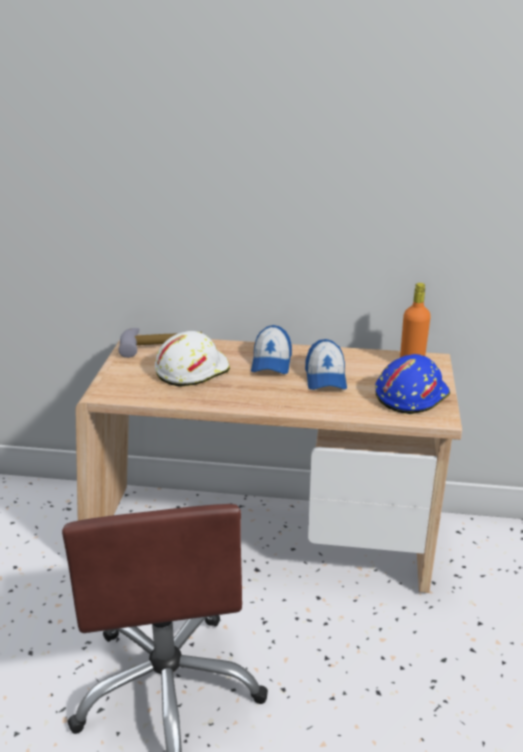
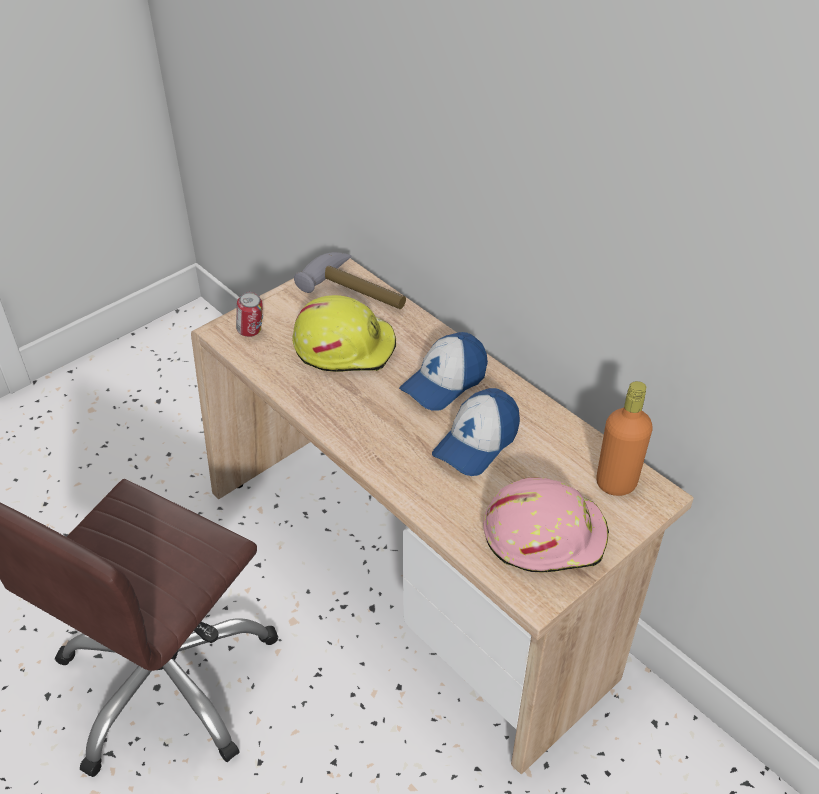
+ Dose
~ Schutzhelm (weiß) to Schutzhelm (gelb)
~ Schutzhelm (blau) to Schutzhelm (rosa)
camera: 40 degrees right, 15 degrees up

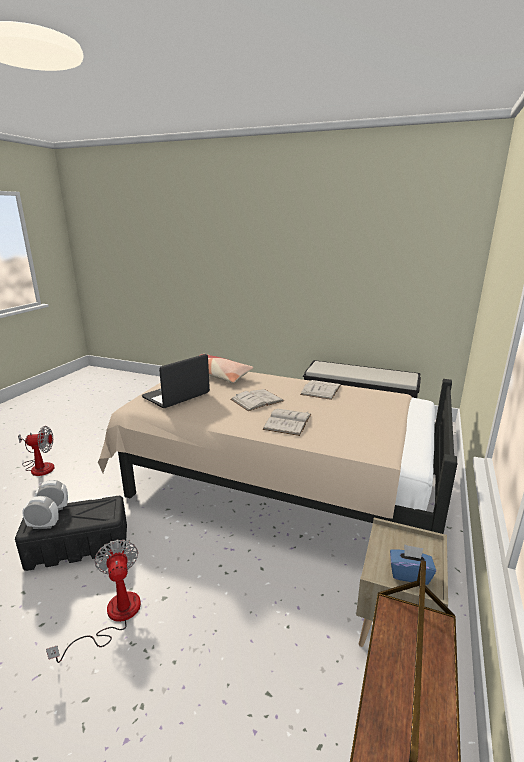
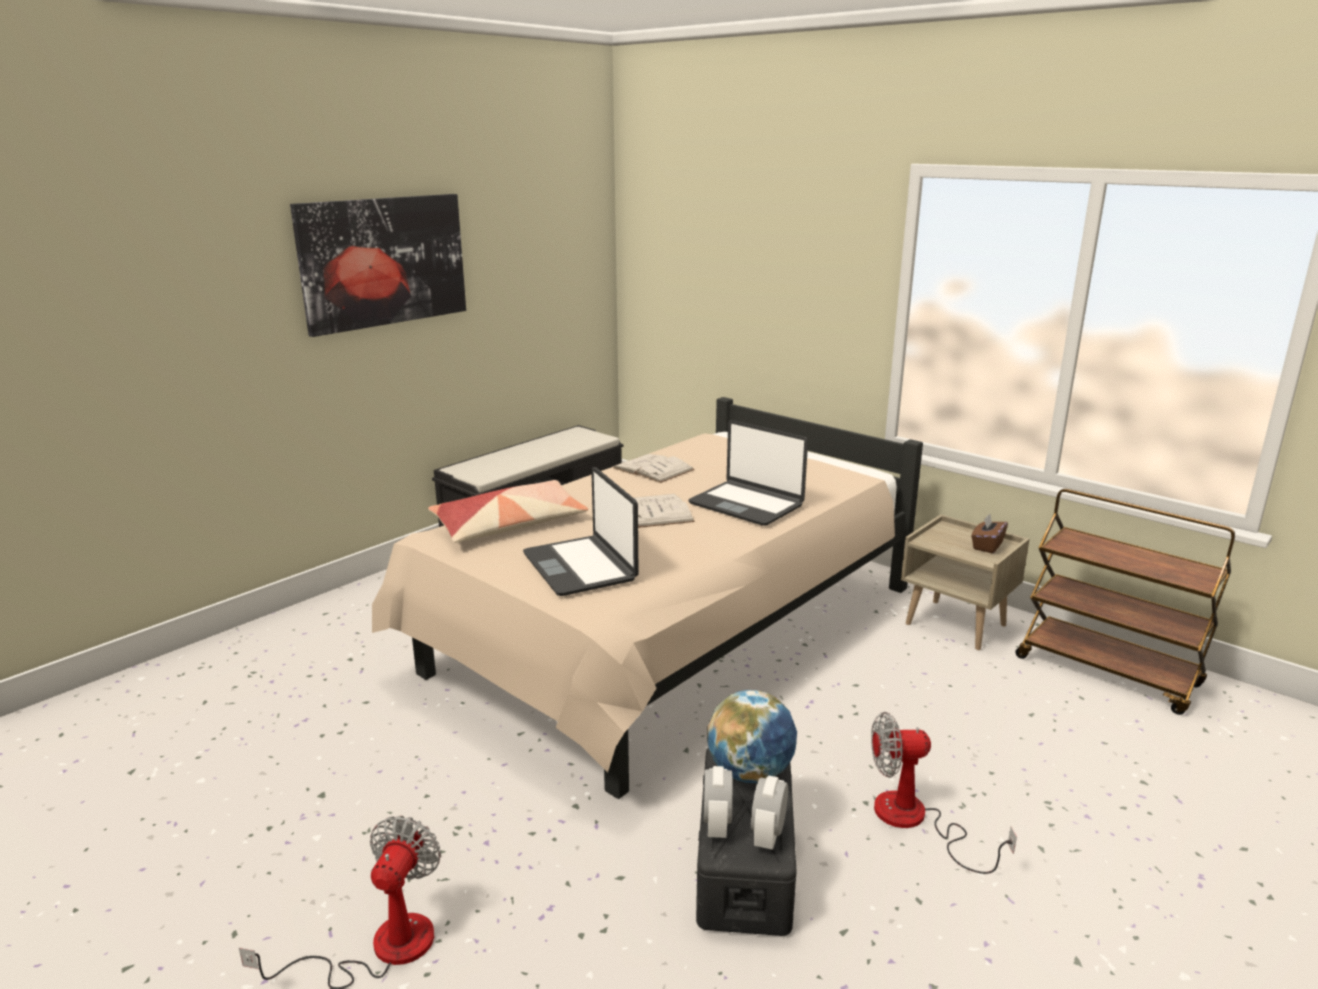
+ Bild
~ Buch (weiß) (no. 2 from left) to Laptop (no. 2 from left)
+ Globus
~ Taschentuchbox (blau) to Taschentuchbox (braun)
camera: 70 degrees left, 0 degrees up

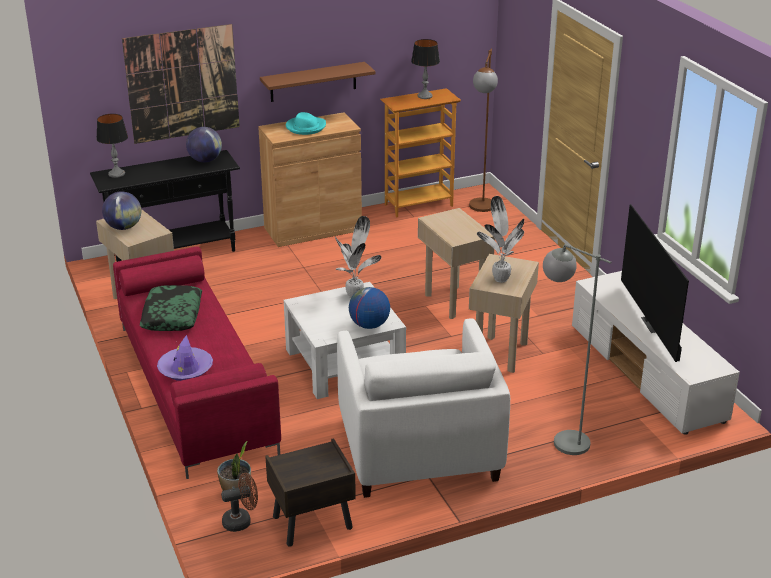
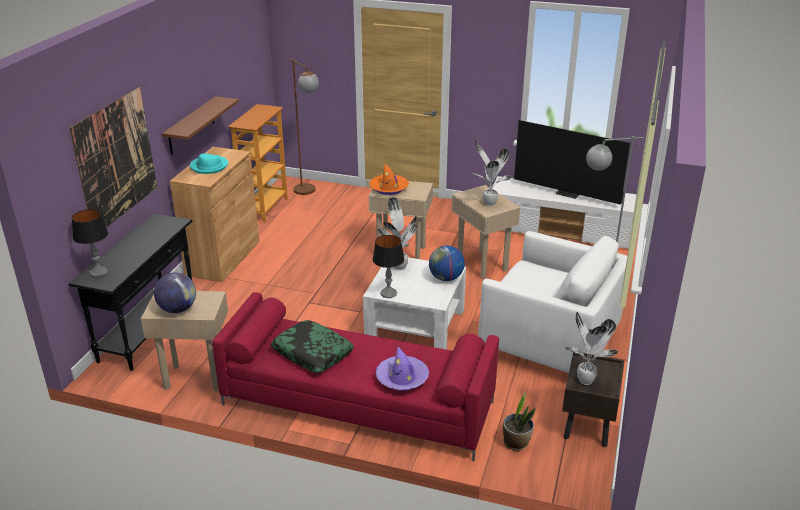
+ Hut (orange)
~ Tischlampe (no. 2 from left)
+ Topfpflanze (no. 4 from left)
- Globus (no. 2 from left)
- Ventilator (braun)
camera: 50 degrees left, 0 degrees up

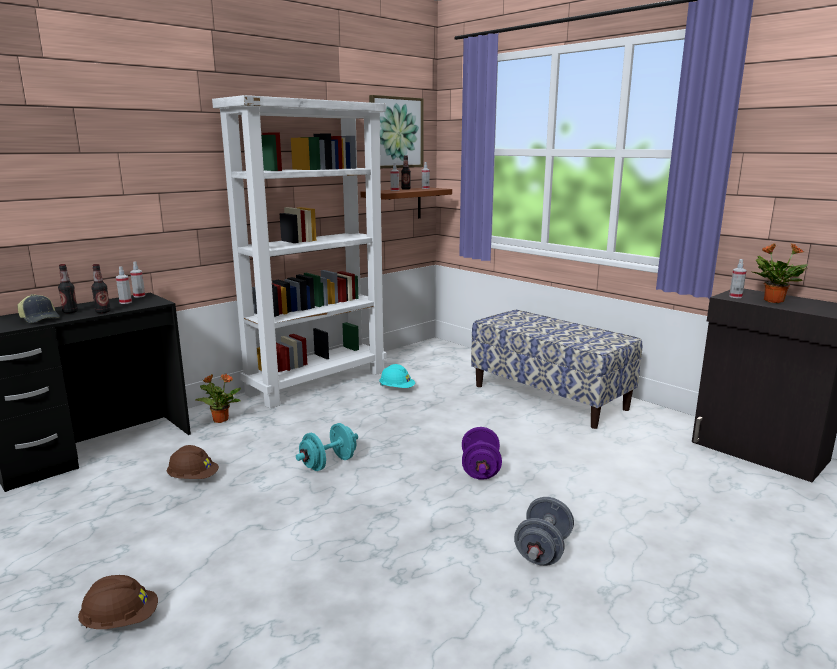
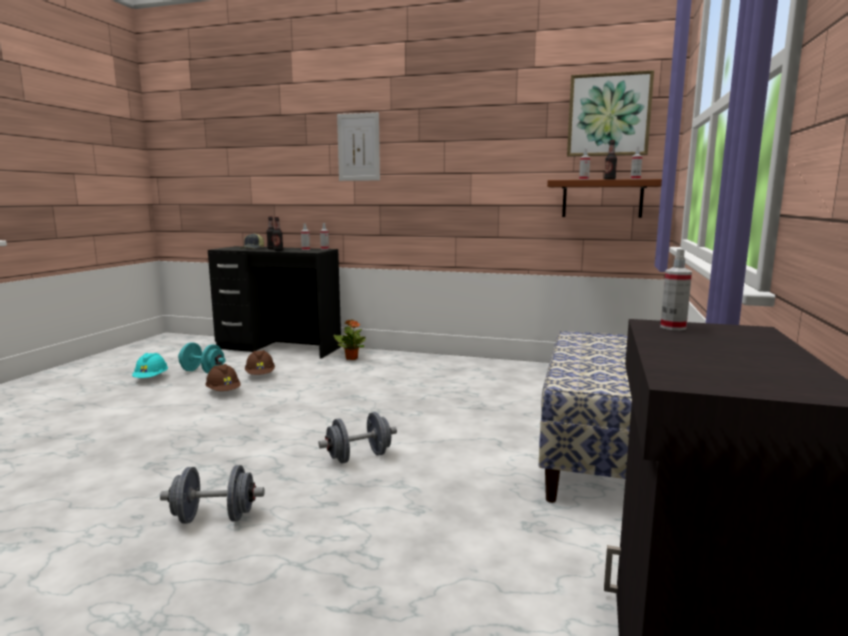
~ Schutzhelm (türkis)
~ Hantel (türkis)
~ Schutzhelm (braun) (no. 1 from left)
~ Hantel (lila) to Hantel (grau) (no. 2 from left)
+ Bild (no. 1 from left)
- Bücherregal (weiß)
- Topfpflanze (no. 2 from left)
camera: 60 degrees right, 5 degrees down

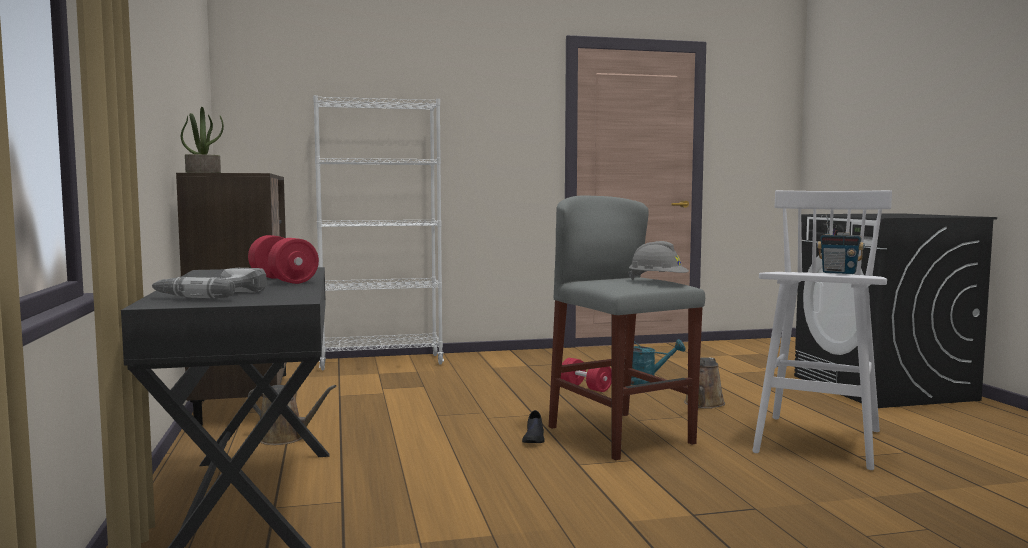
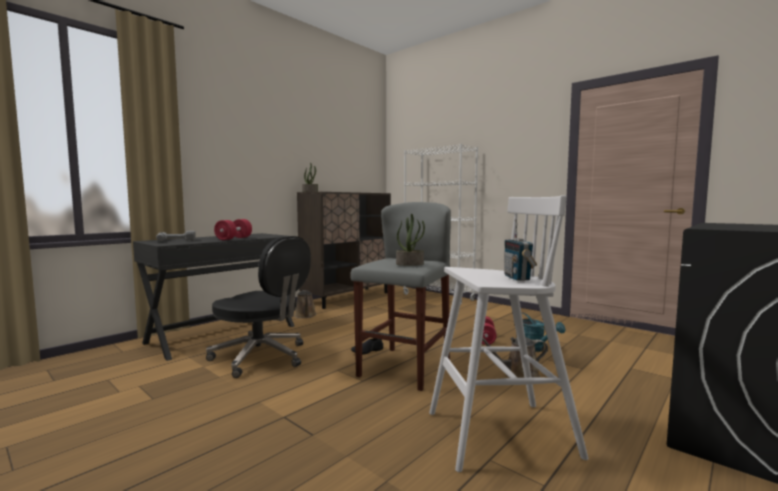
+ Bürostuhl (schwarz)
~ Schutzhelm (grau) to Topfpflanze (no. 2 from left)
camera: 55 degrees right, 0 degrees up

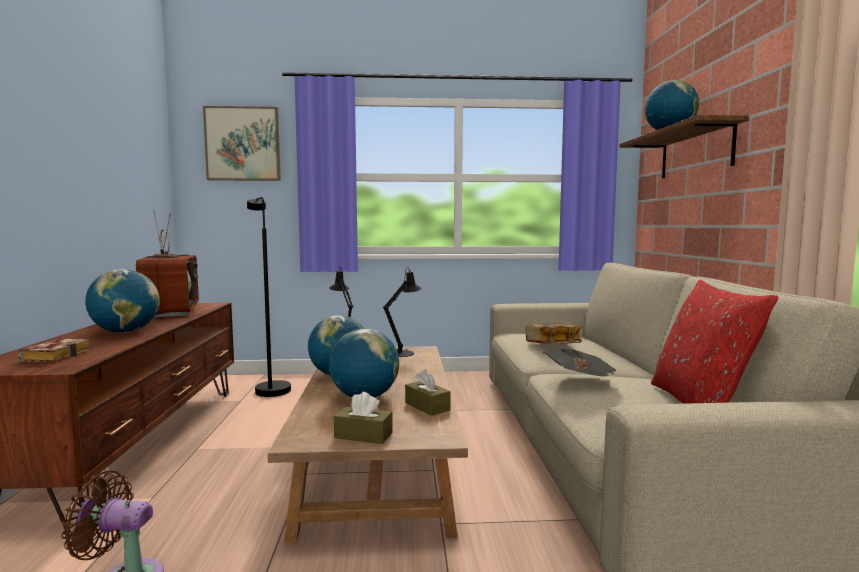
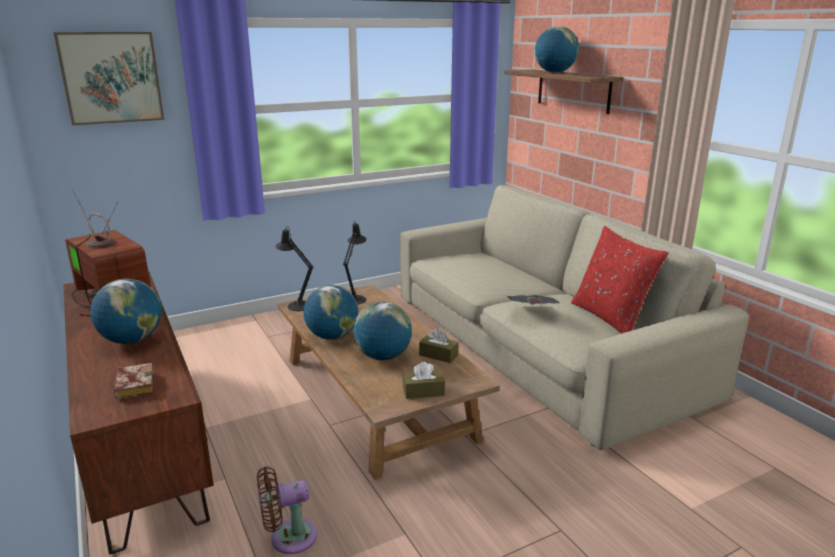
- Stehlampe (schwarz)
- Buch (no. 2 from left)
camera: 25 degrees left, 15 degrees up

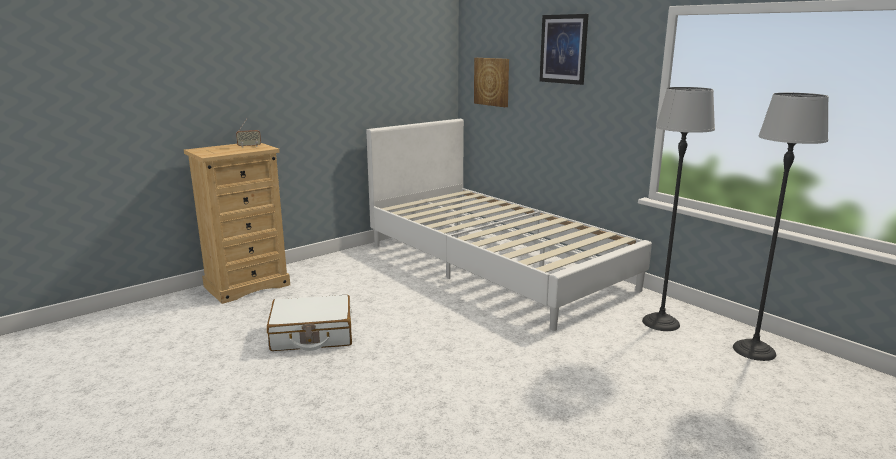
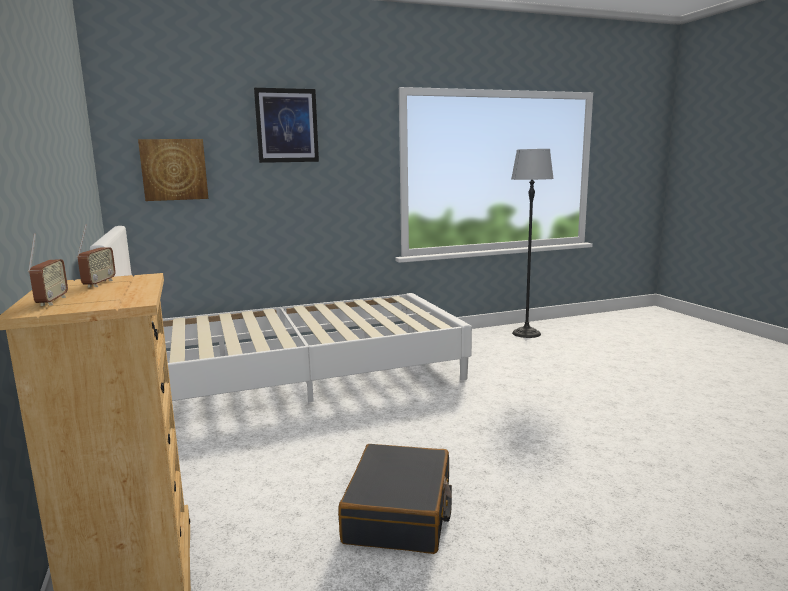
+ Radio (no. 1 from left)
~ Koffer (weiß) to Koffer (schwarz)
- Stehlampe (no. 1 from left)
camera: 70 degrees left, 5 degrees down

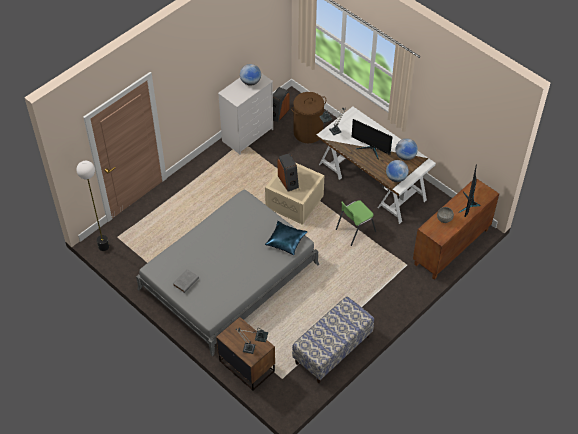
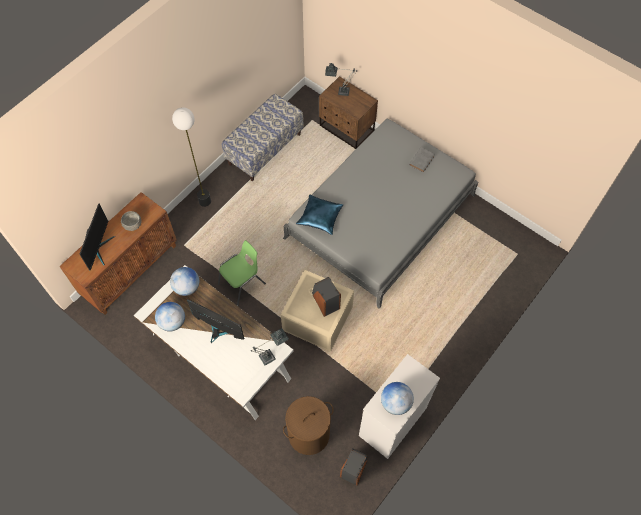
~ Stehlampe
camera: 175 degrees right, 10 degrees up

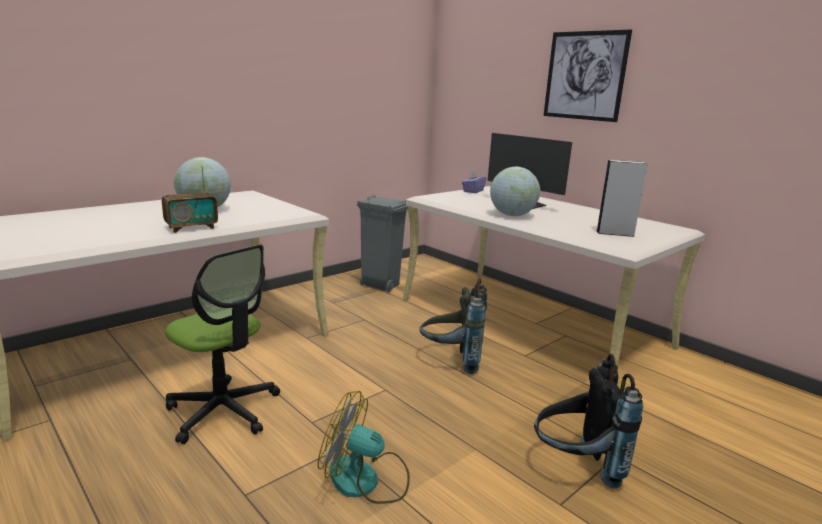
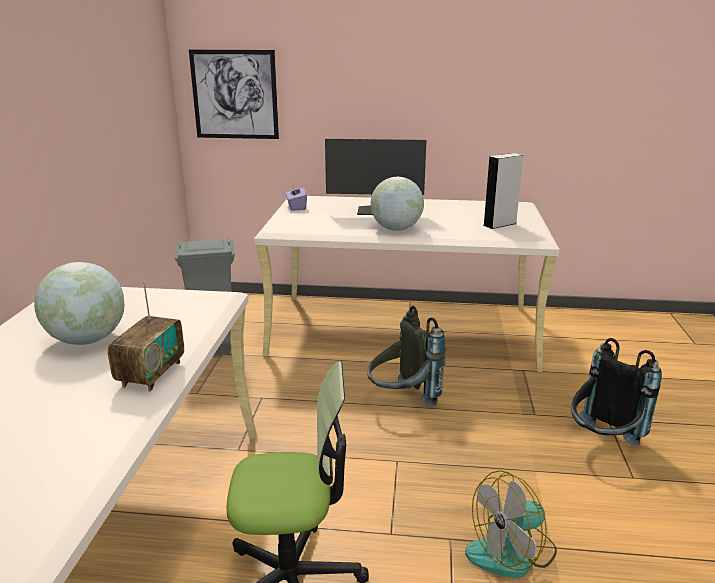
~ Bild
camera: 40 degrees left, 5 degrees up

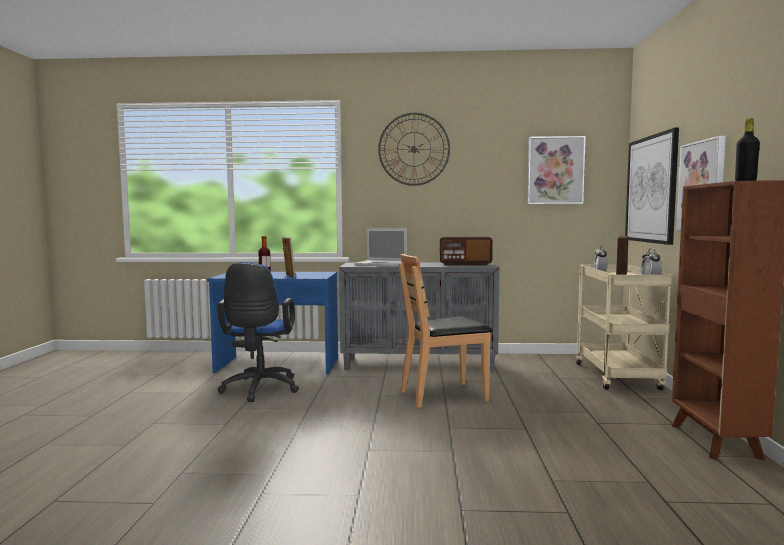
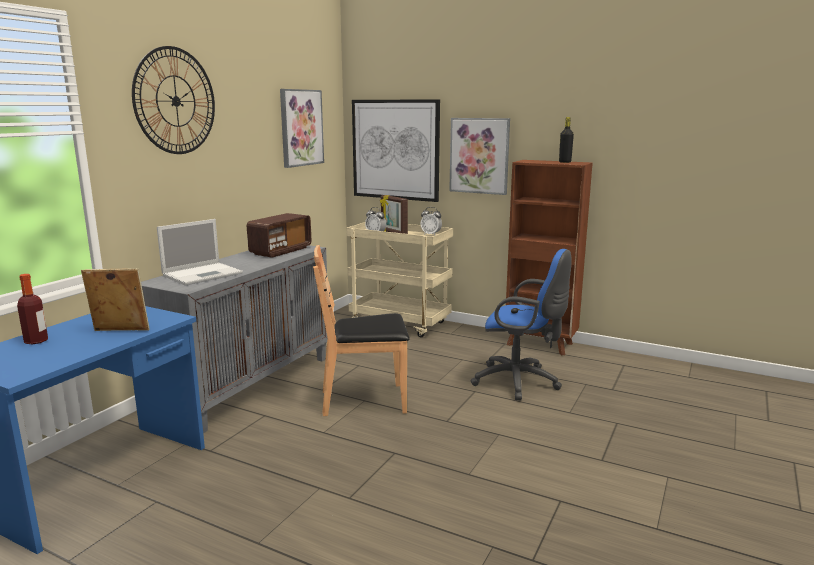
~ Stuhl (braun) 75 degrees clockwise
~ Bürostuhl (blau)
camera: 65 degrees left, 10 degrees up

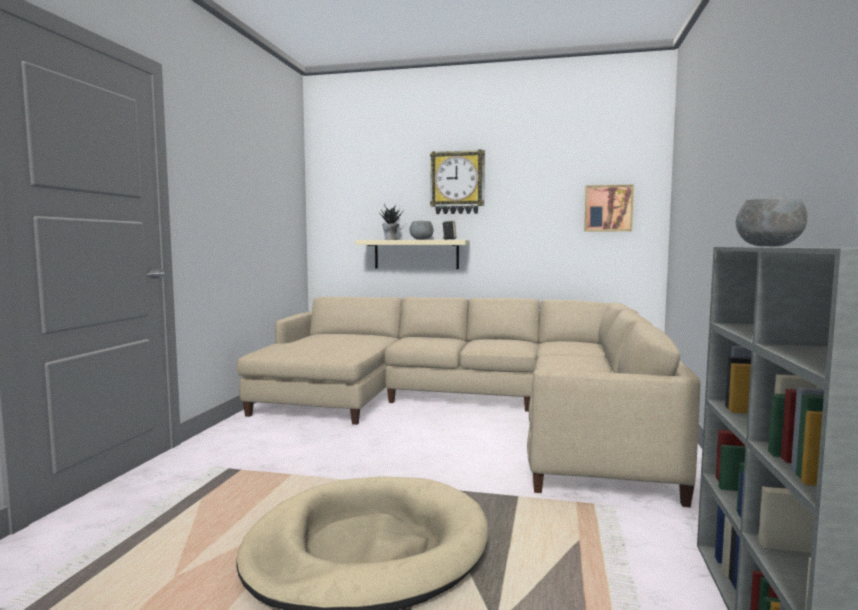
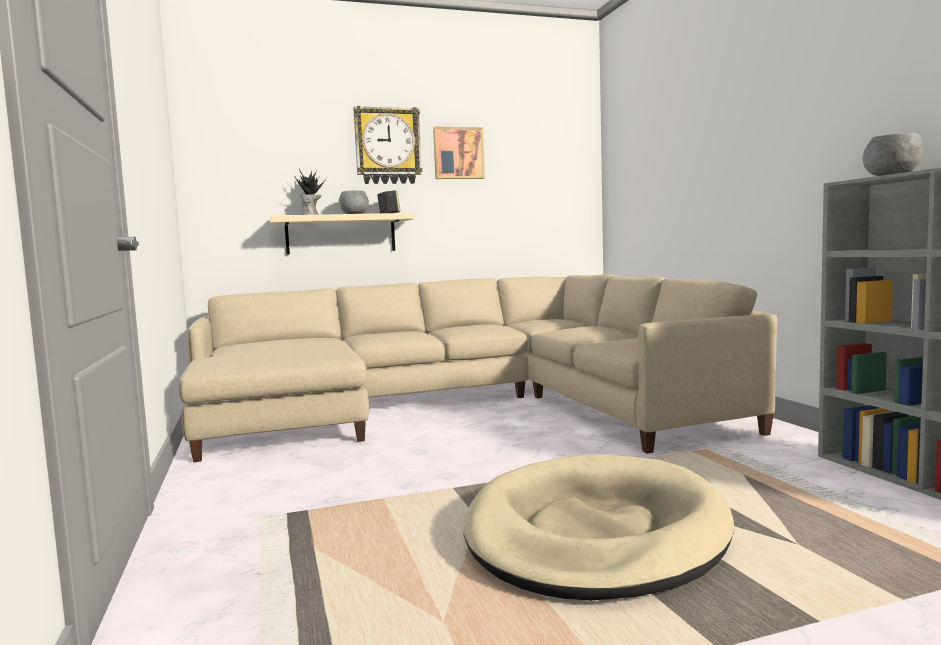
~ Bild
camera: 30 degrees left, 0 degrees up

